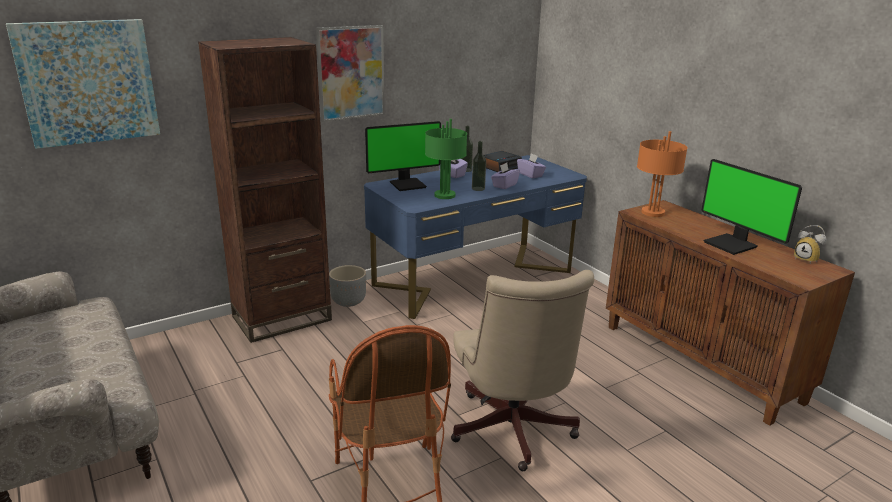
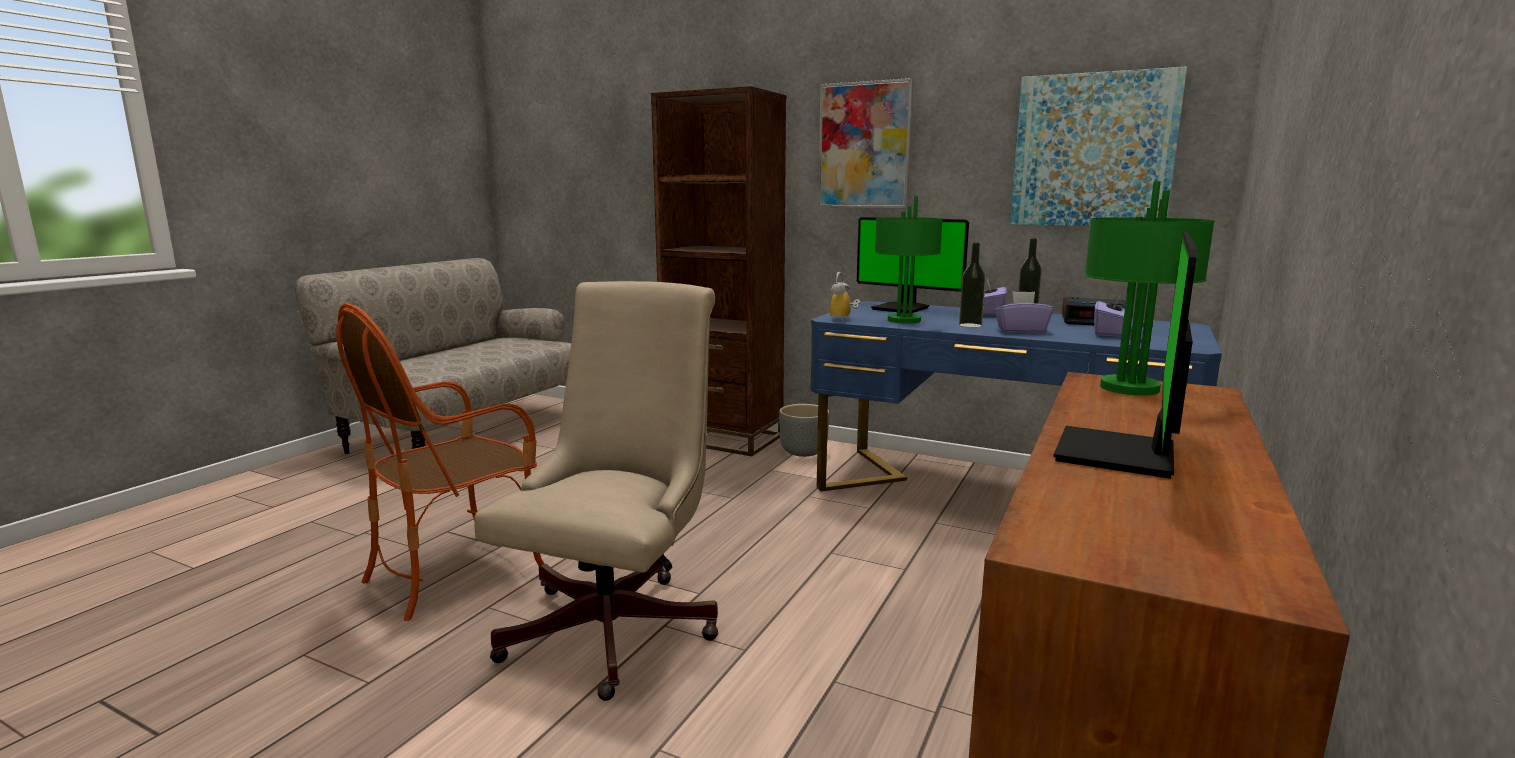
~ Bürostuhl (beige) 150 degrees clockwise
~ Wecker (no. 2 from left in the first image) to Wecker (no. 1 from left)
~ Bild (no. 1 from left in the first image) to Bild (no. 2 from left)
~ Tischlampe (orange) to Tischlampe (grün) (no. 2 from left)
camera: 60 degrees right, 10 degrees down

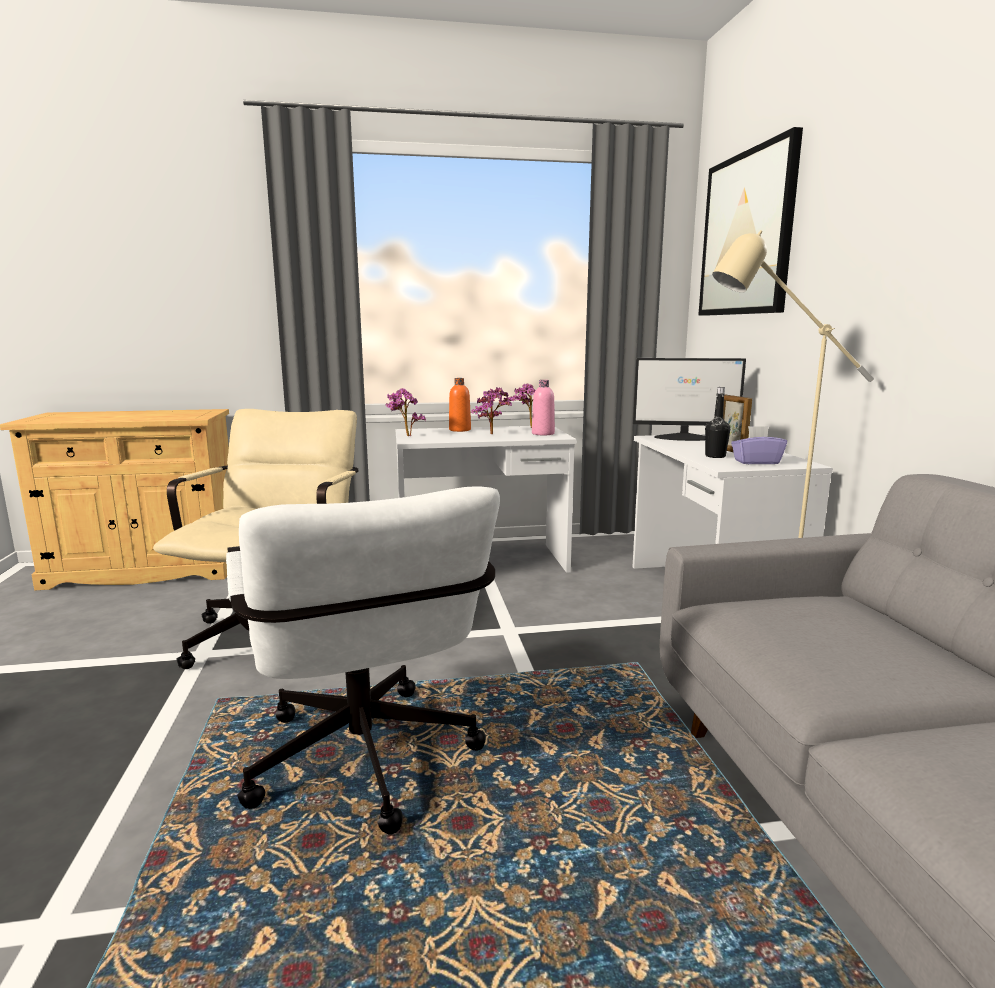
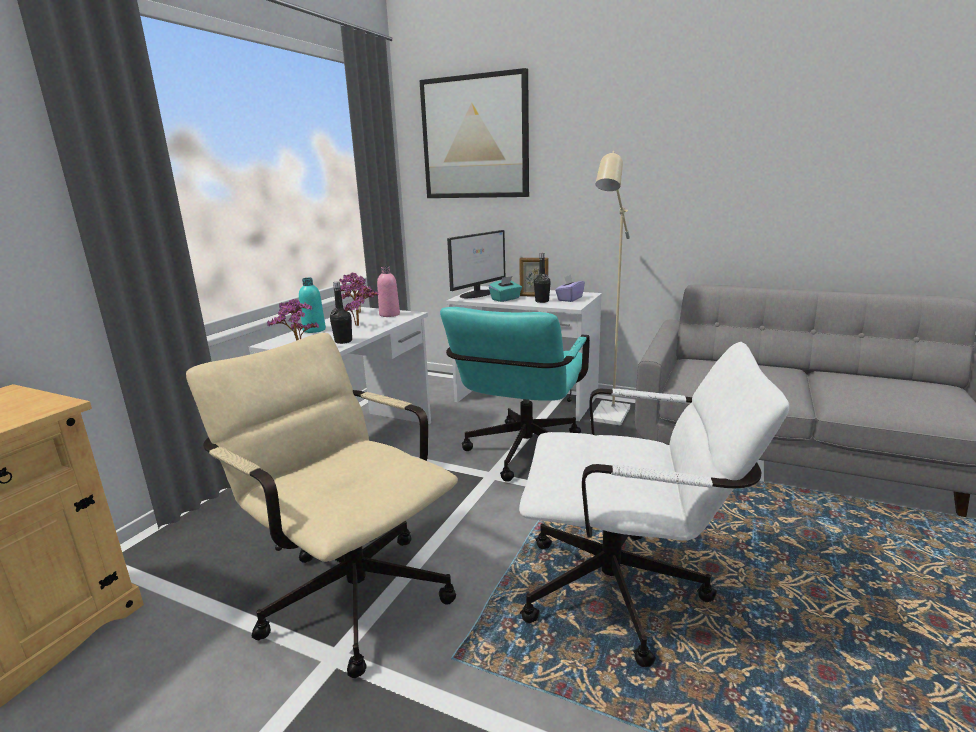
~ Flasche (orange) to Flasche (türkis)
+ Flasche (schwarz) (no. 1 from left)
+ Bürostuhl (türkis)
+ Taschentuchbox (türkis)
camera: 55 degrees left, 5 degrees up

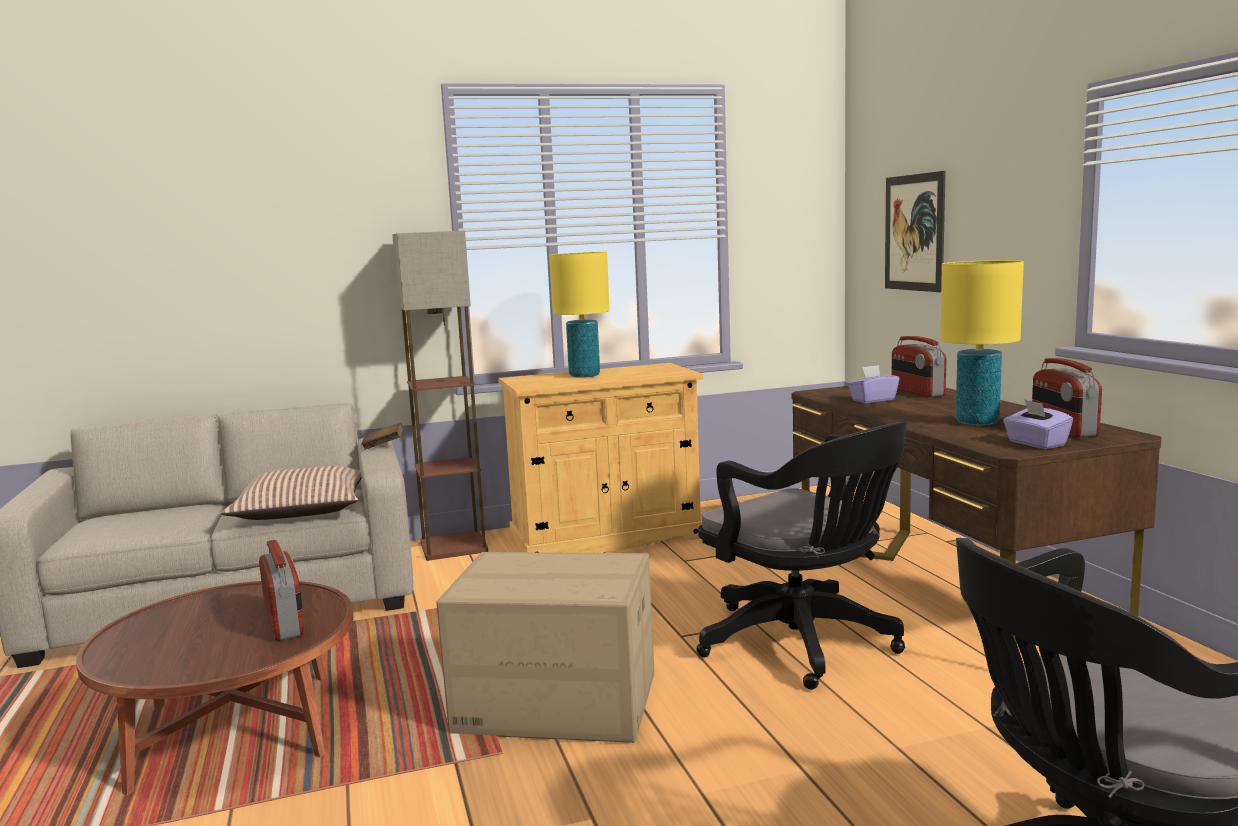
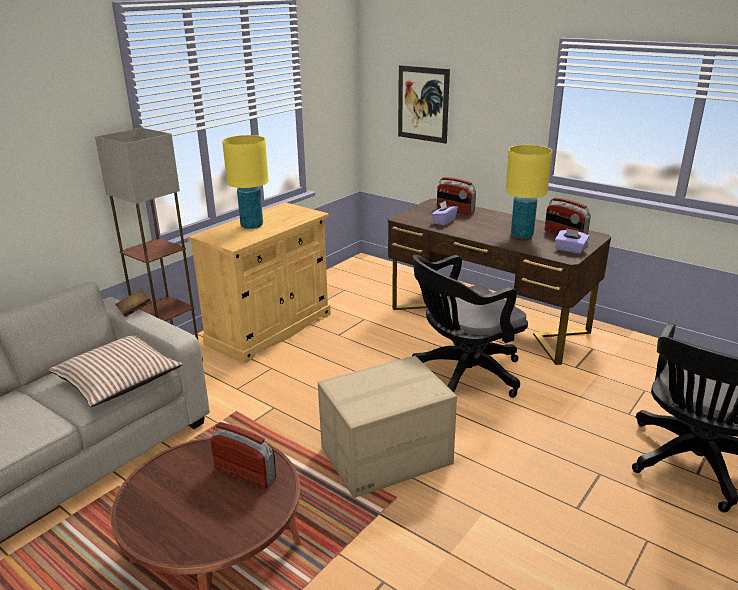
~ Bürostuhl (schwarz) (no. 1 from left) 135 degrees clockwise
camera: 35 degrees left, 15 degrees up

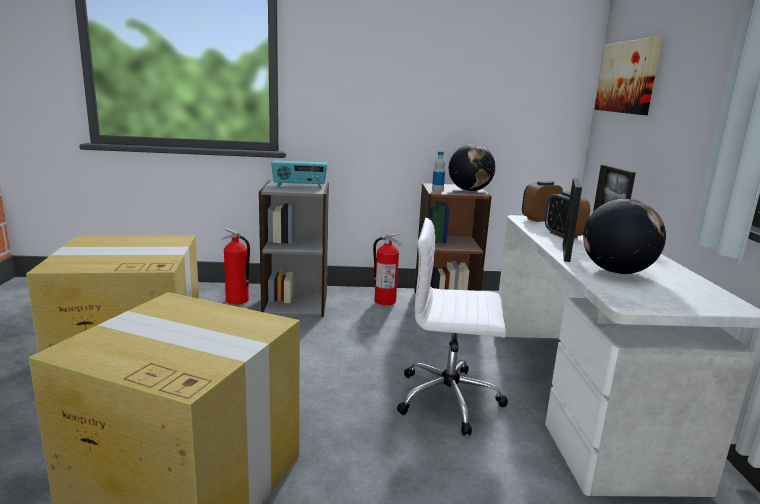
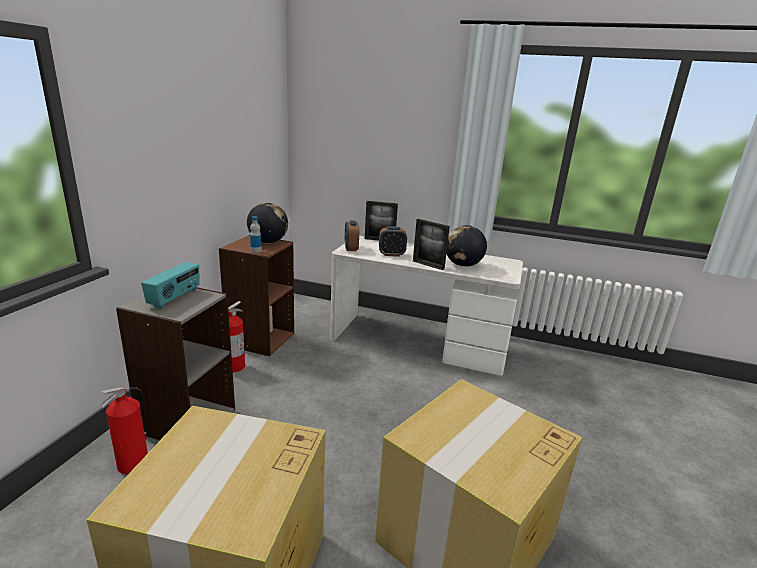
- Bürostuhl (weiß)
- Bild
camera: 70 degrees left, 5 degrees up

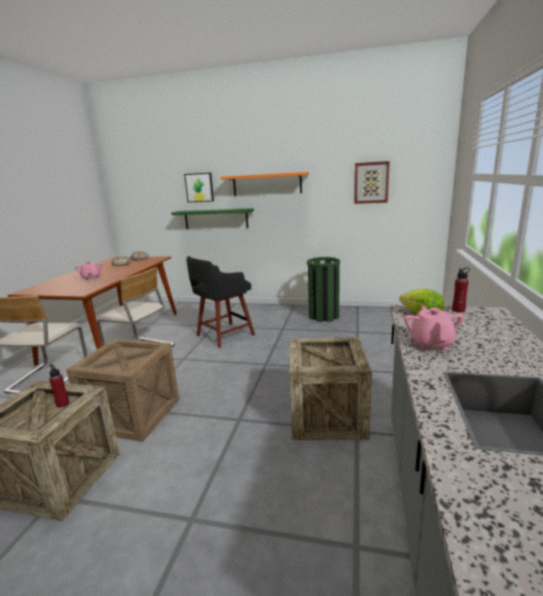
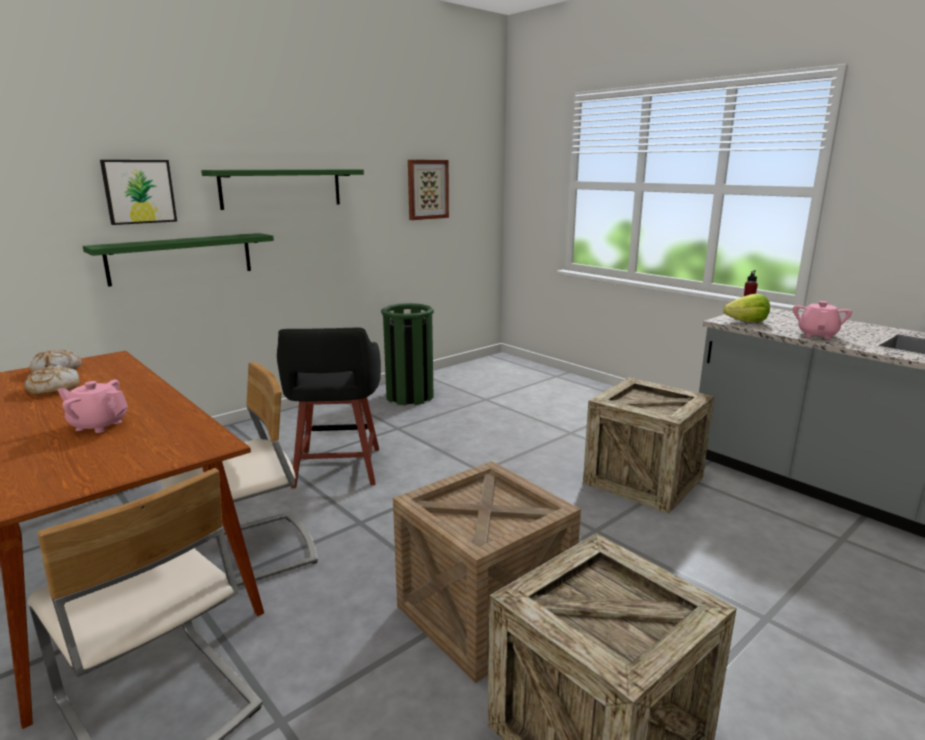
~ Wandregal (orange) to Wandregal (grün) (no. 2 from left)
~ Teekanne (rosa) (no. 2 from left) 75 degrees clockwise
- Flasche (rot) (no. 1 from left)
camera: 55 degrees left, 0 degrees up

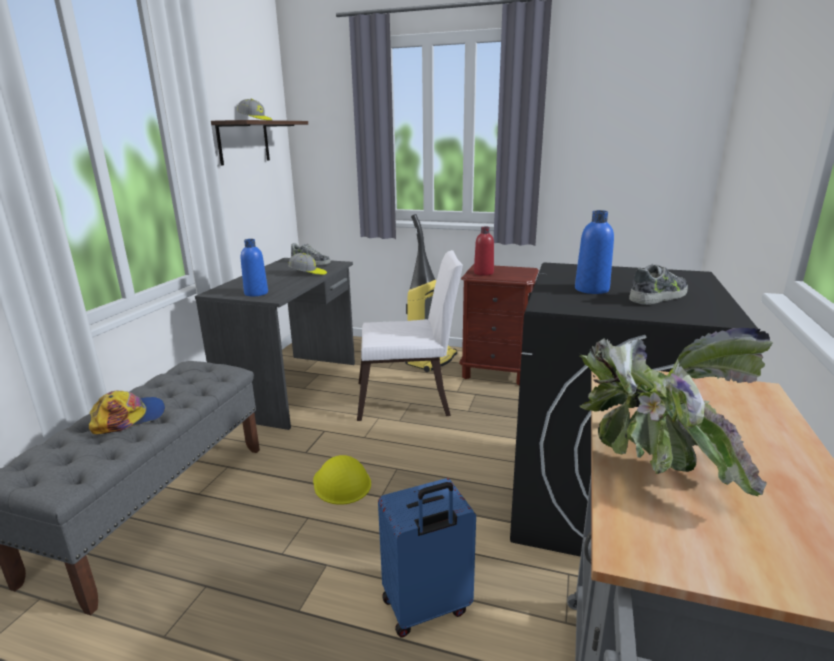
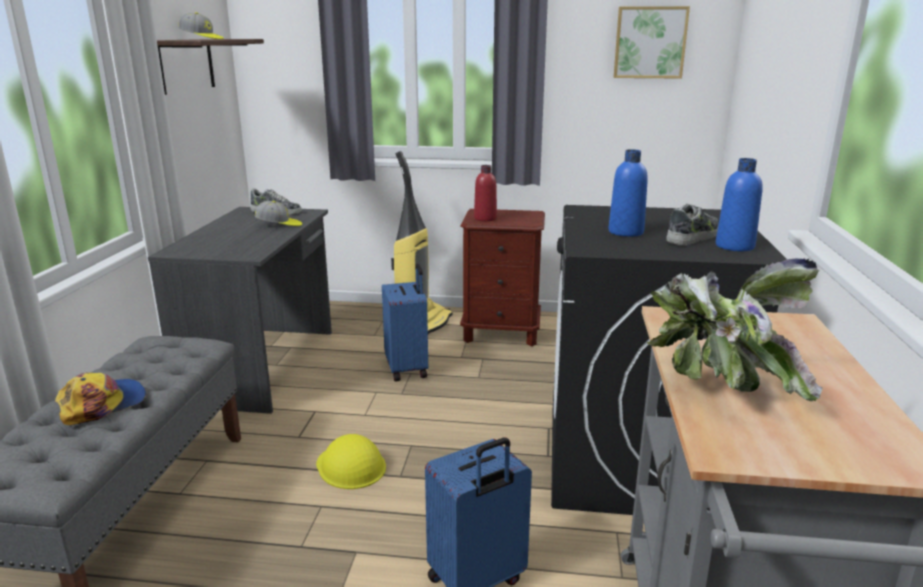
~ Stuhl (weiß) to Koffer (blau) (no. 1 from left)
+ Bild
~ Flasche (blau) (no. 1 from left in the first image) to Flasche (blau) (no. 2 from left)
camera: 10 degrees left, 0 degrees up

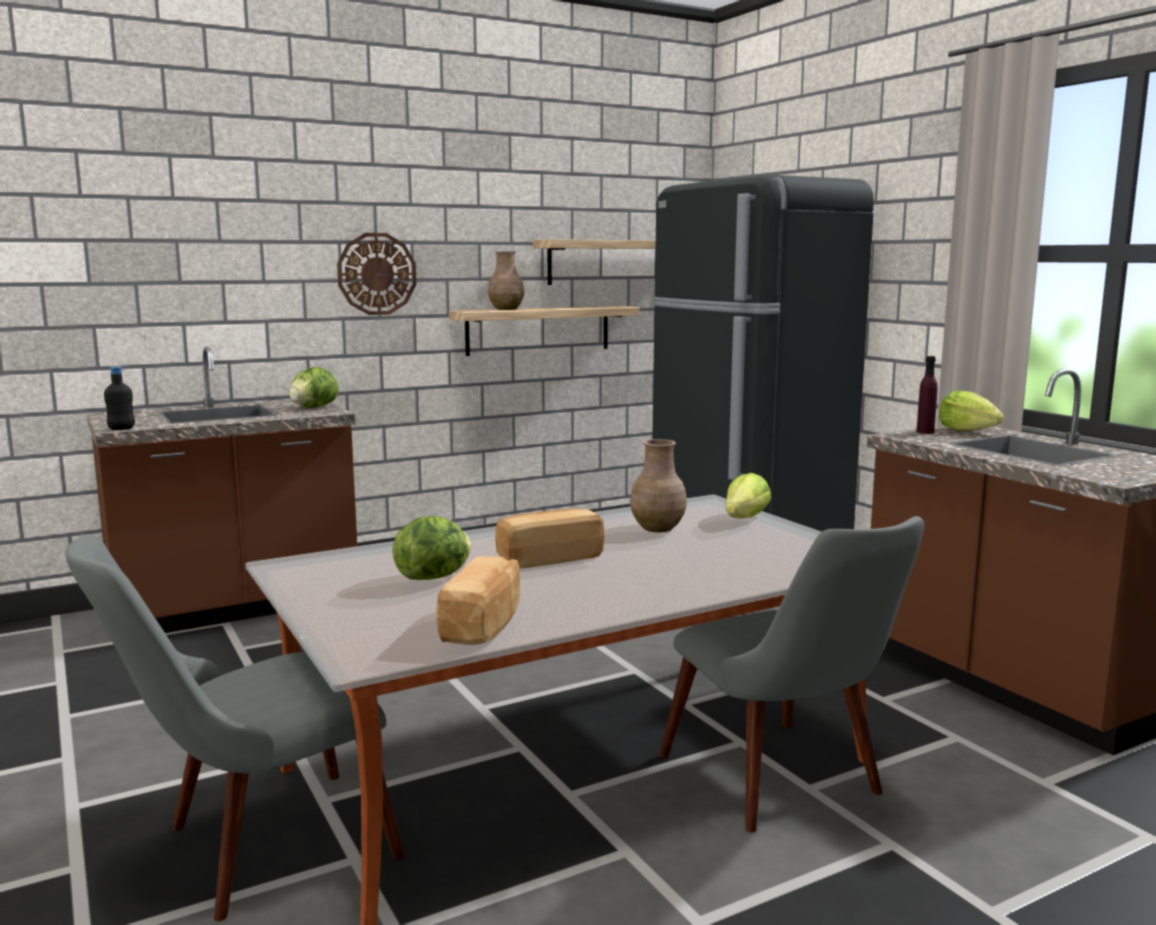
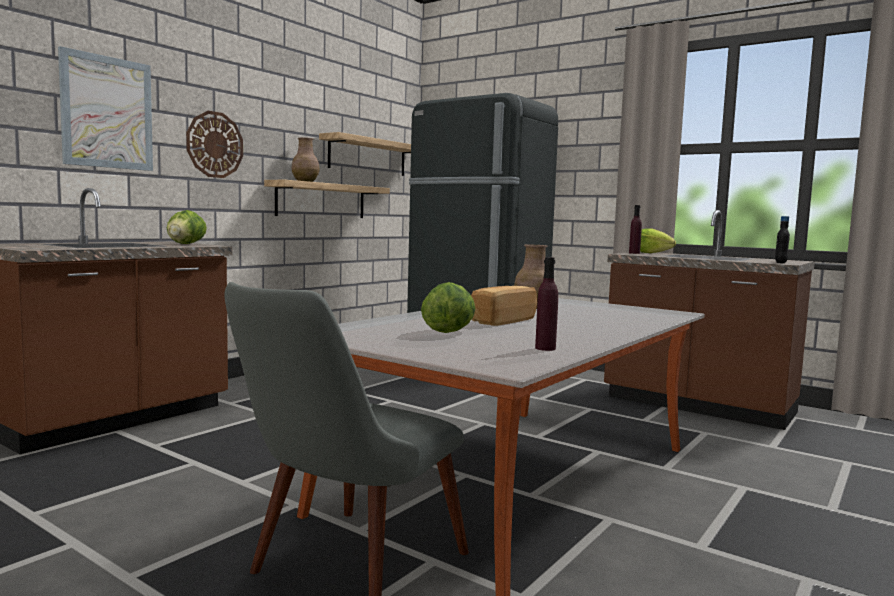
+ Bild
~ Brot (no. 1 from left) to Flasche (lila) (no. 1 from left)
~ Flasche (schwarz)
- Stuhl (grau) (no. 2 from left)
- Salatkopf (no. 3 from left)
camera: 25 degrees left, 5 degrees down

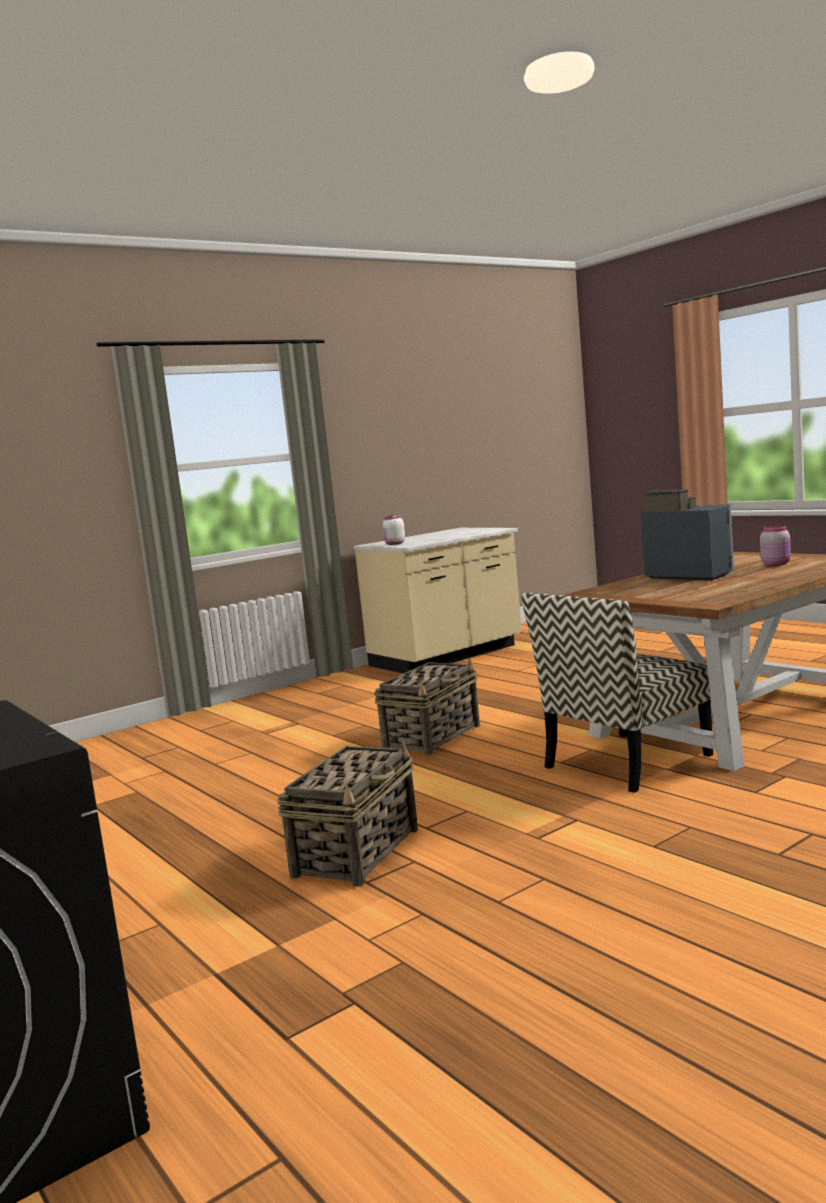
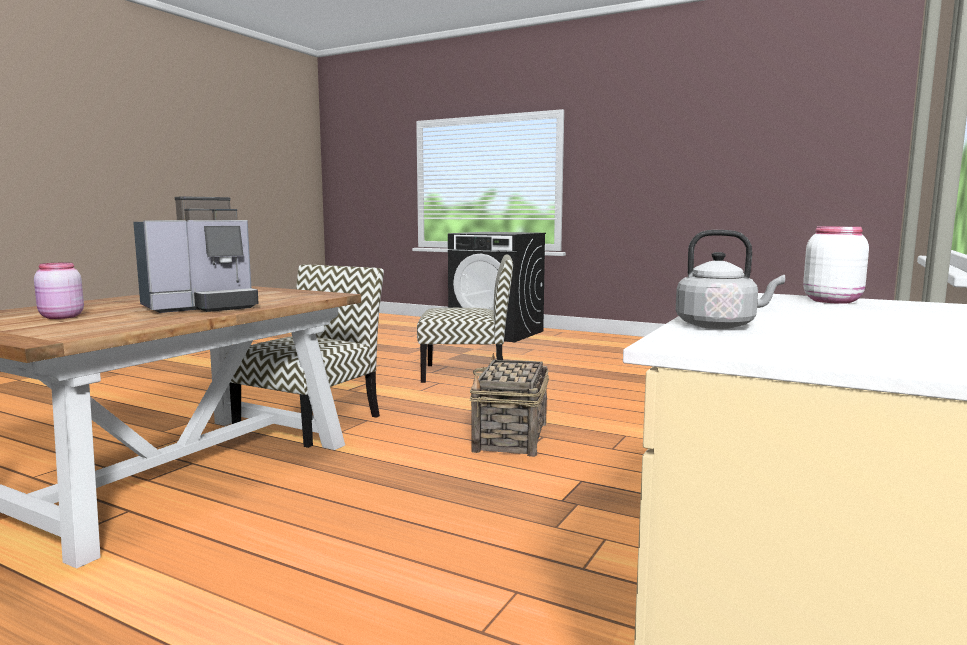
~ Kaffeemaschine 60 degrees counterclockwise
~ Korb (no. 1 from left) to Stuhl (no. 2 from left)
+ Wasserkessel (grau)
camera: 155 degrees right, 0 degrees up

